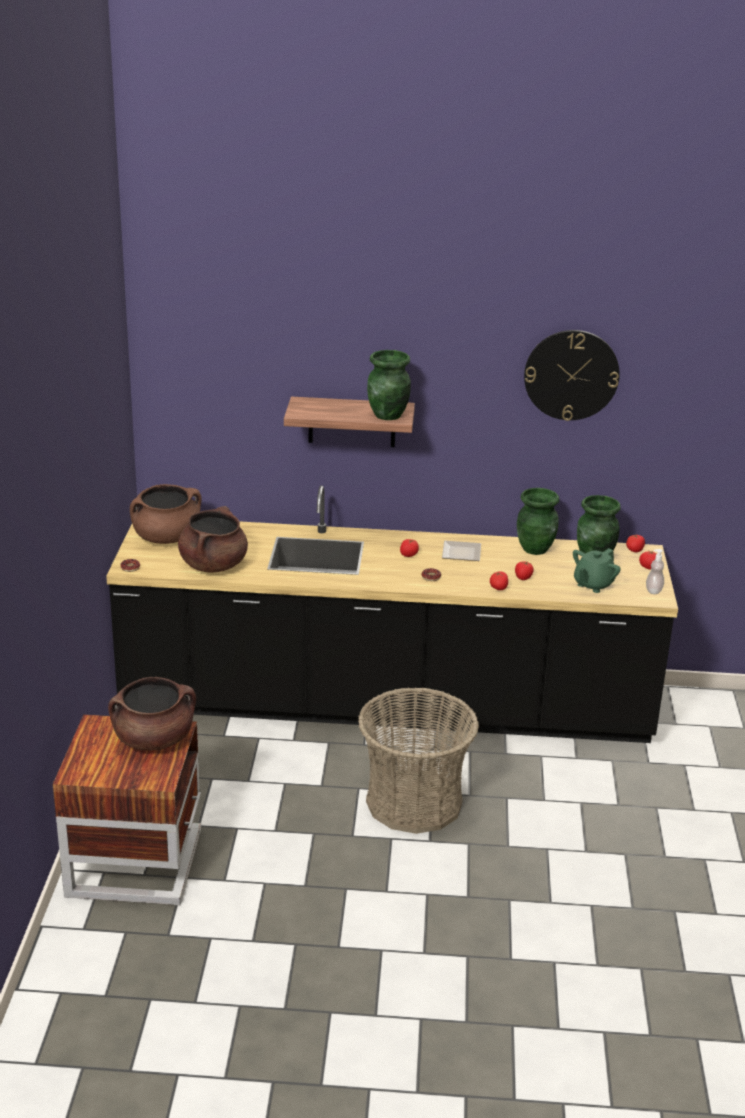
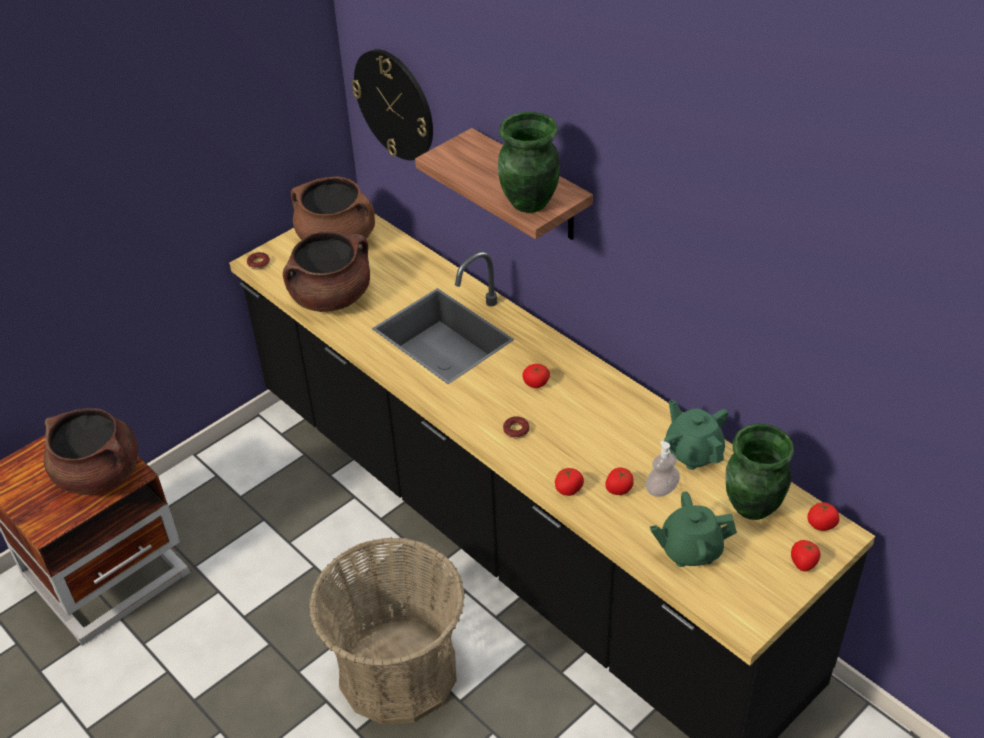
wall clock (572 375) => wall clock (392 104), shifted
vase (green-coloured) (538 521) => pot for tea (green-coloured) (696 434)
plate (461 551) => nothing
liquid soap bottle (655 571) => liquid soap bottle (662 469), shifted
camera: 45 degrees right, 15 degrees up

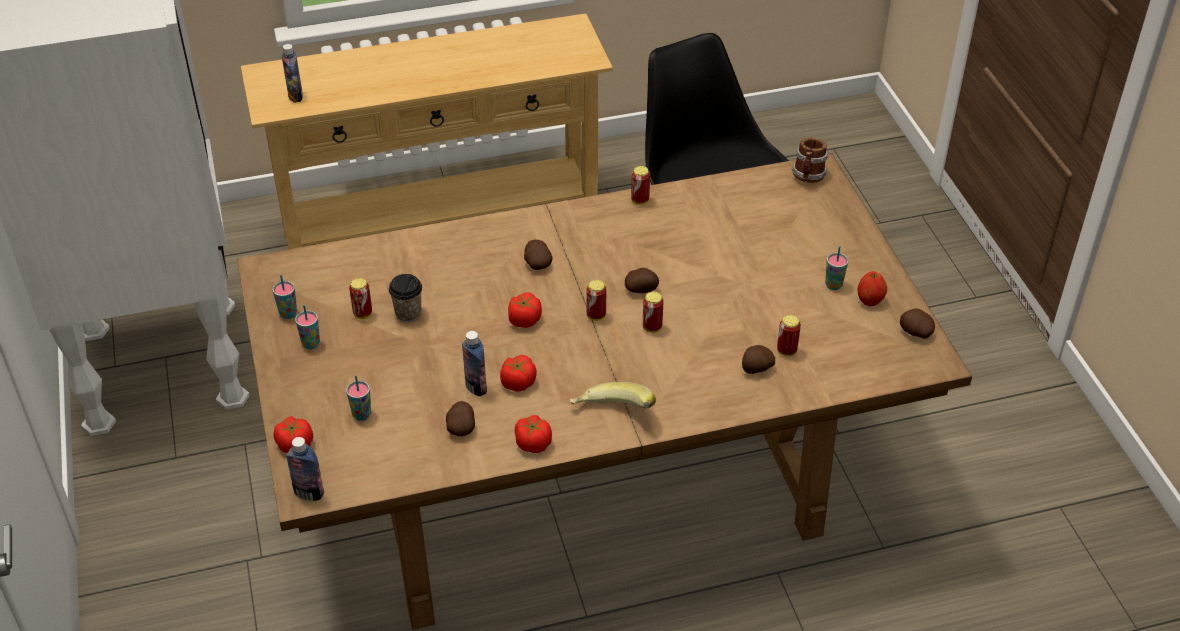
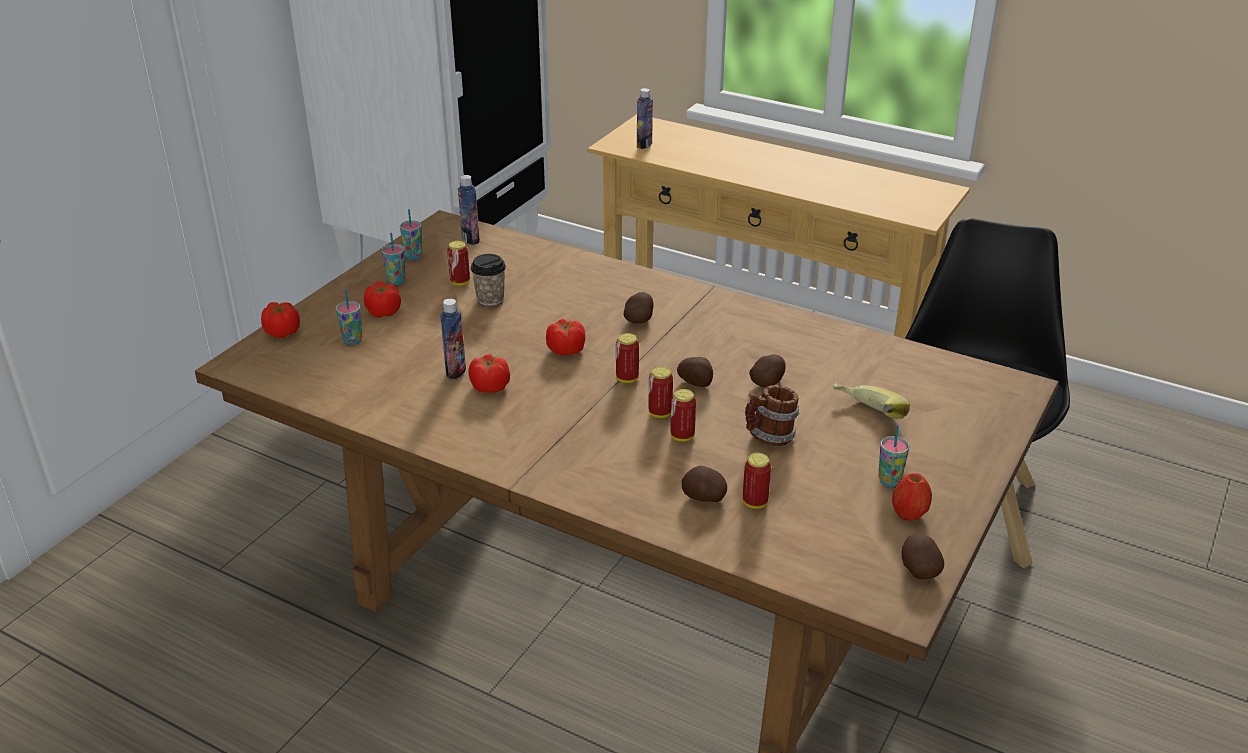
coffee mug (810 160) => coffee mug (772 415), shifted
metal can (640 185) => metal can (683 415), shifted
whole banana (612 395) => whole banana (871 401), shifted
potato (460 418) => potato (767 370), shifted
fresh tomato (533 434) => fresh tomato (382 299), shifted
beverage bottle (305 469) => beverage bottle (469 210), shifted
camera: 45 degrees right, 10 degrees down

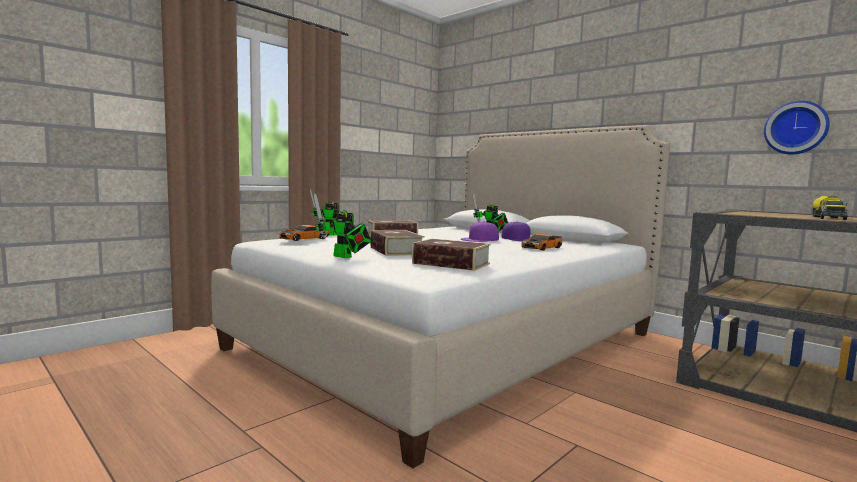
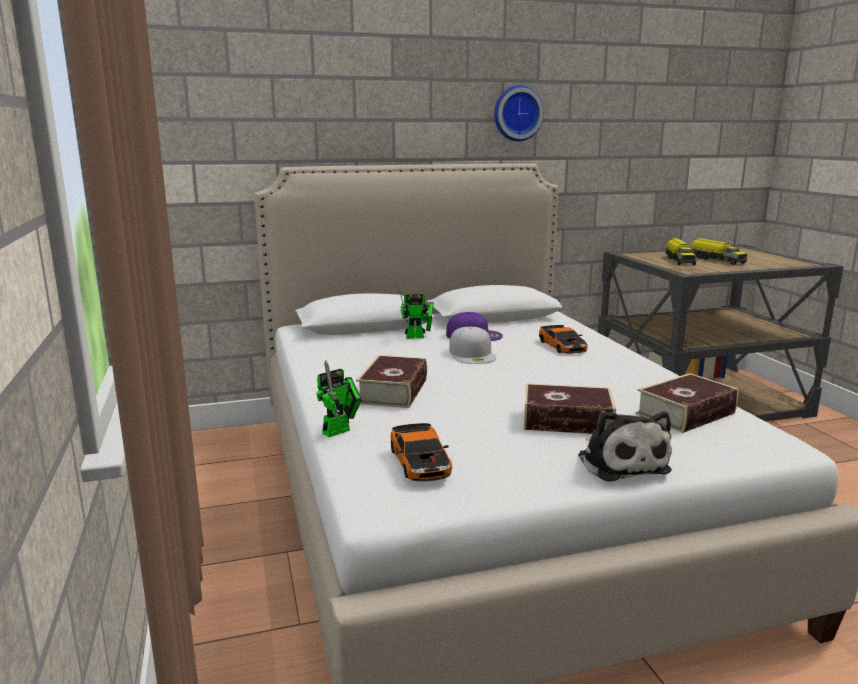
wall clock (797 127) => wall clock (519 113), shifted
model robot (342 225) => soft toy (625 446)
baseball cap (purple) (480 231) => baseball cap (white) (472 345)
nothing => toy truck (681 251)
camera: 60 degrees left, 10 degrees up

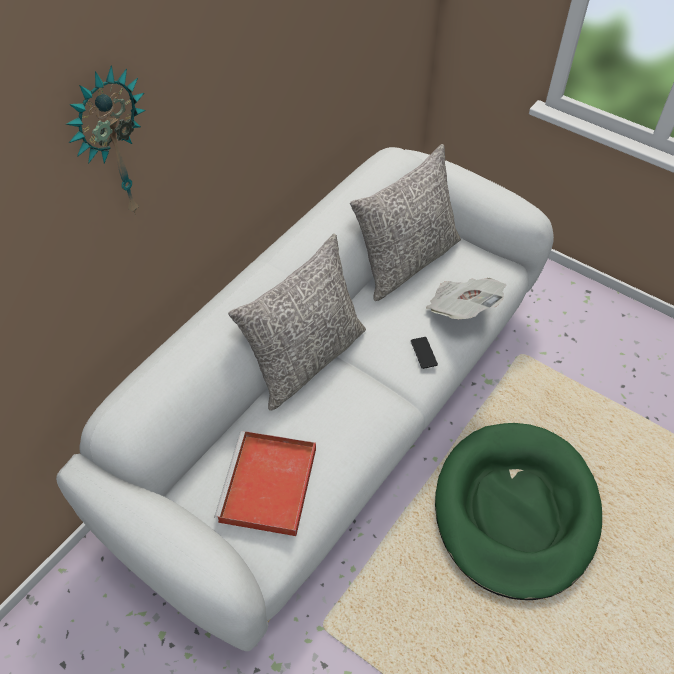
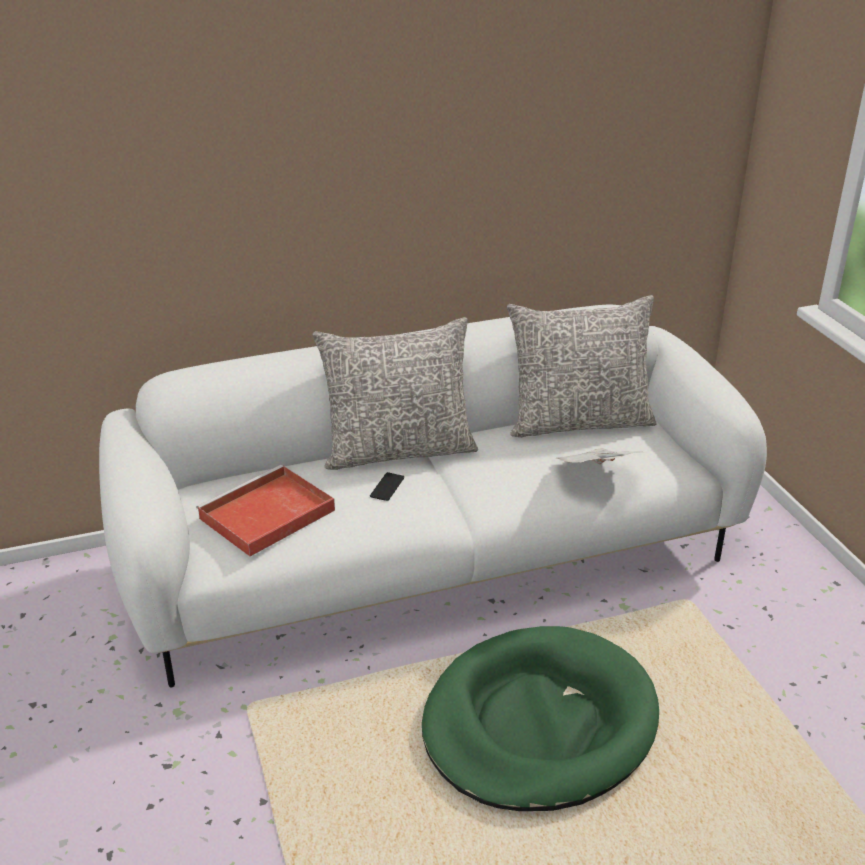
wall clock (106 140) => nothing
telephone (424 353) => telephone (387 486), shifted
camera: 35 degrees right, 20 degrees down

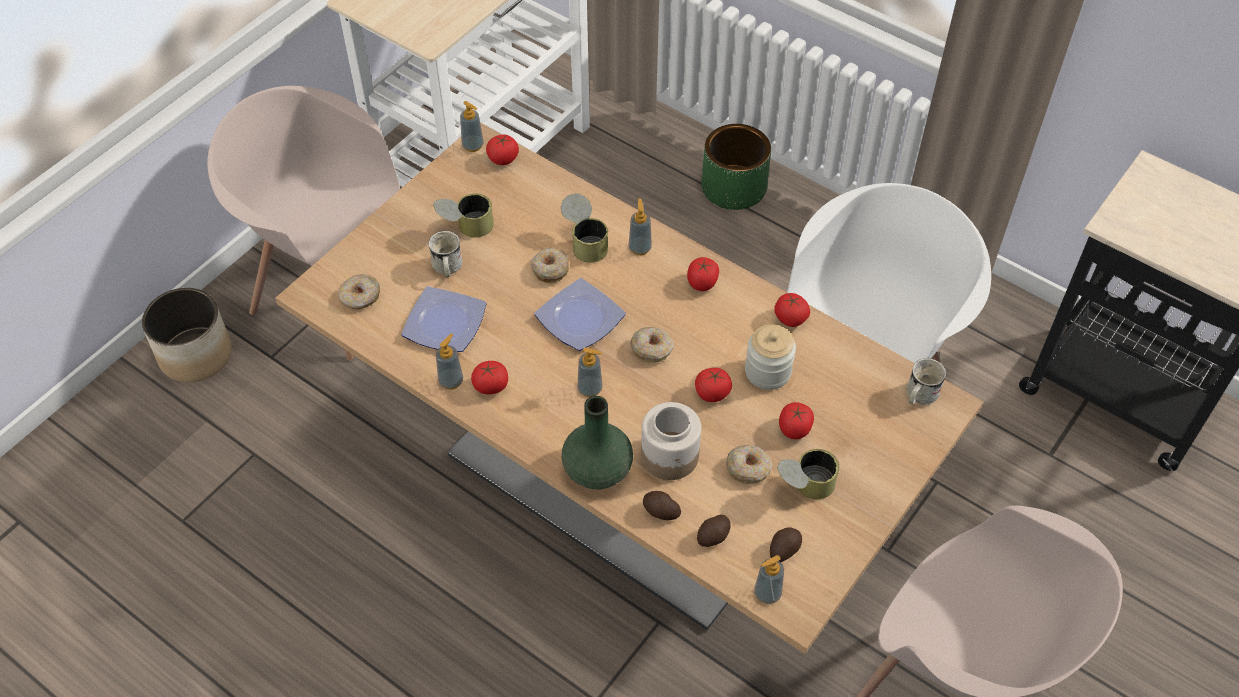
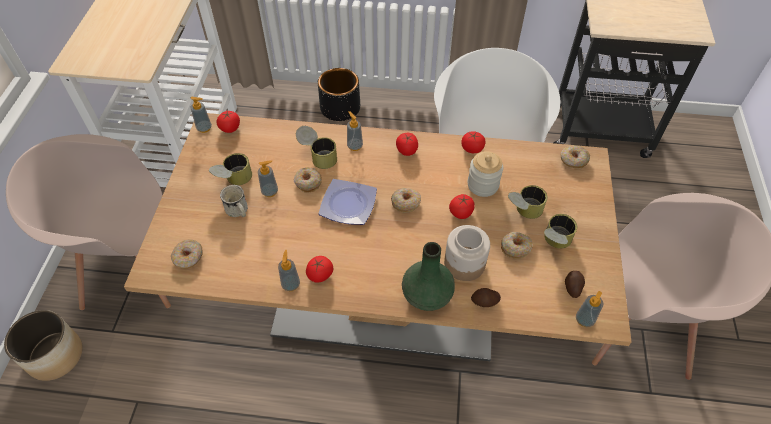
plant pot (green-coloured) (736 167) => plant pot (blackish) (339 94)
plate (444 319) => nothing
liquid soap bottle (589 372) => liquid soap bottle (268 178), shifted
coffee mug (white) (926 381) => ring doughnut (575 156)
fresh tomato (796 420) => metal can (528 202)
potato (714 530) => nothing
camera: 30 degrees left, 0 degrees up

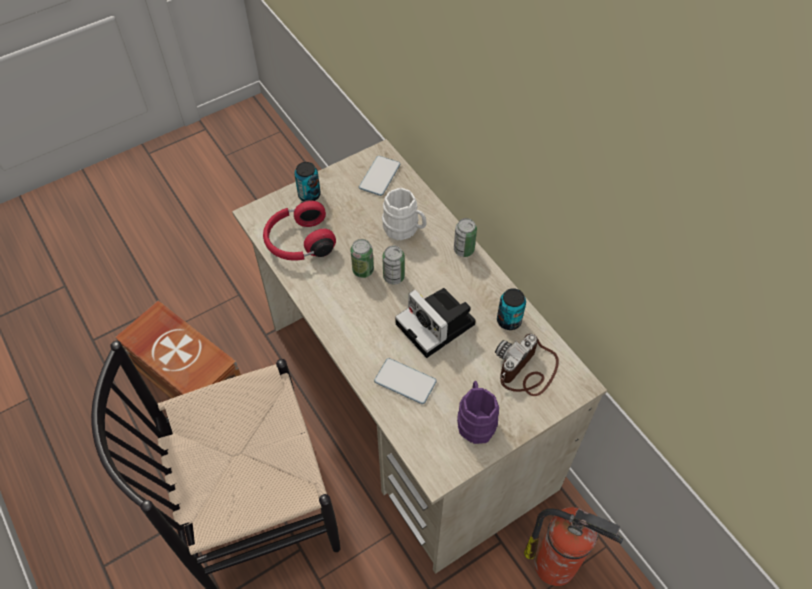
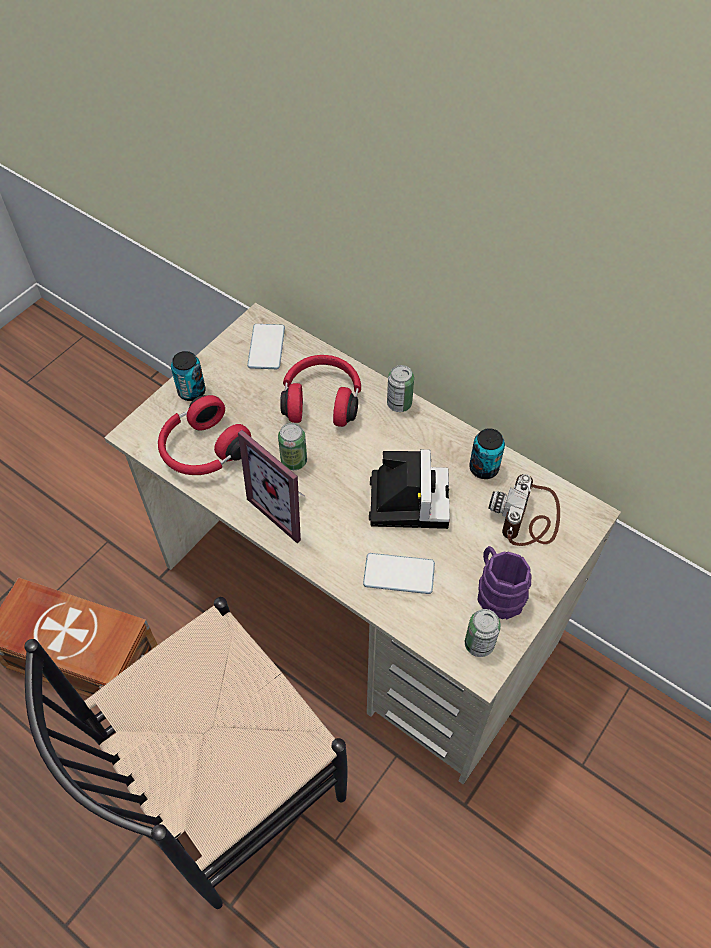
coffee mug (white) (404 214) => headset (reddish) (320 391)
metal can (393 265) => metal can (483 633), shifted
still camera (435 323) => still camera (409 489), 120 degrees counterclockwise
extinguisher (573 546) => nothing
nothing => photo frame (272 486)
camera: 20 degrees left, 0 degrees up

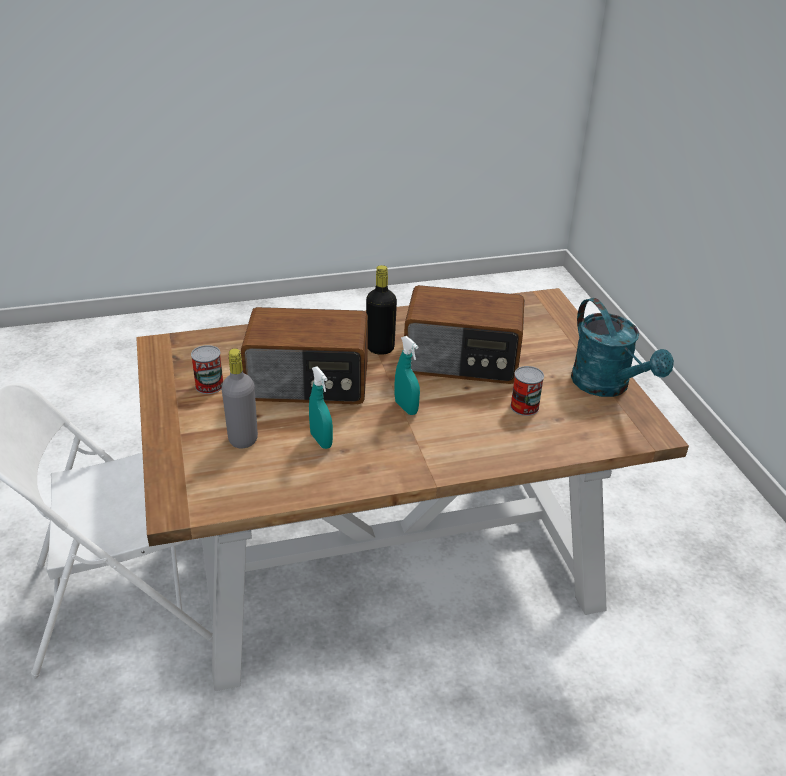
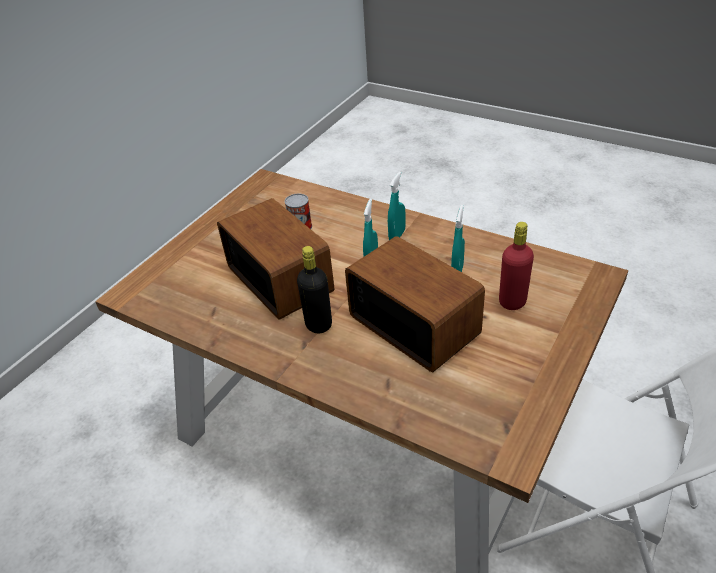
watering pot (turquoise) (622 347) => nothing
metal can (207 369) => nothing
beverage bottle (grey) (240 398) => beverage bottle (reddish) (516 266)
nothing => spray bottle (turquoise) (397 206)
camera: 130 degrees left, 5 degrees up

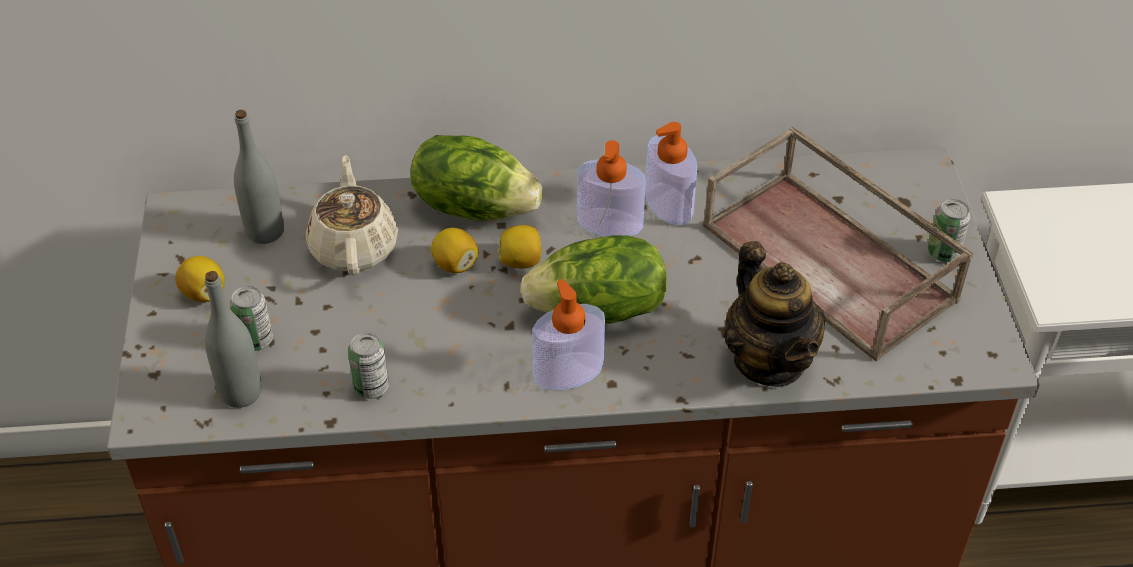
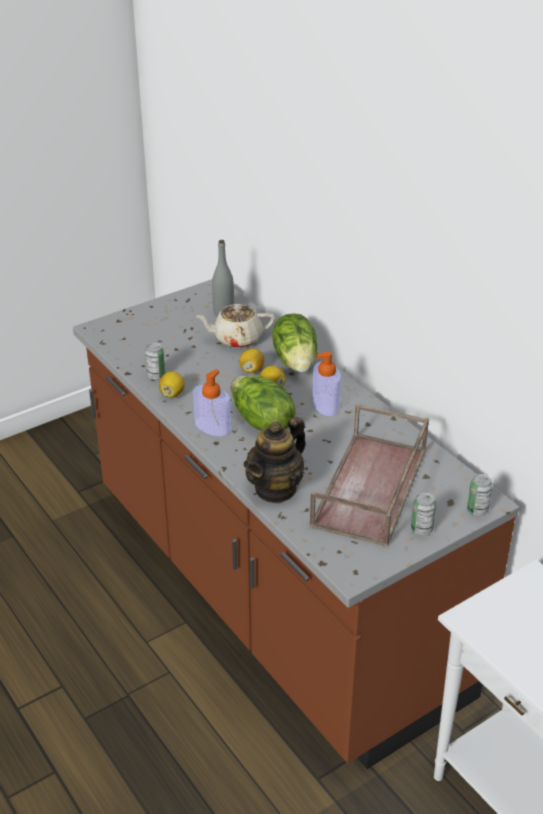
liquid soap bottle (671 173) => nothing
pot for tea (beige-coloured) (352 215) => pot for tea (beige-coloured) (235 326), 150 degrees counterclockwise
citrus fruit (200 279) => citrus fruit (172 384), shifted
beverage bottle (grey) (233 339) => nothing
metal can (251 318) => metal can (480 495), shifted
camera: 60 degrees right, 10 degrees down

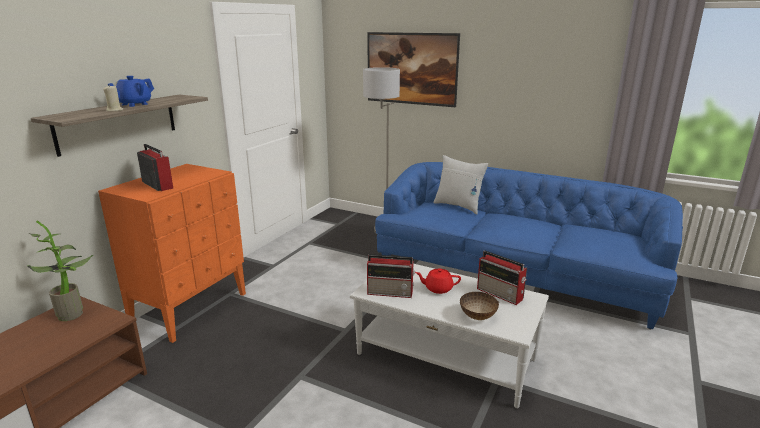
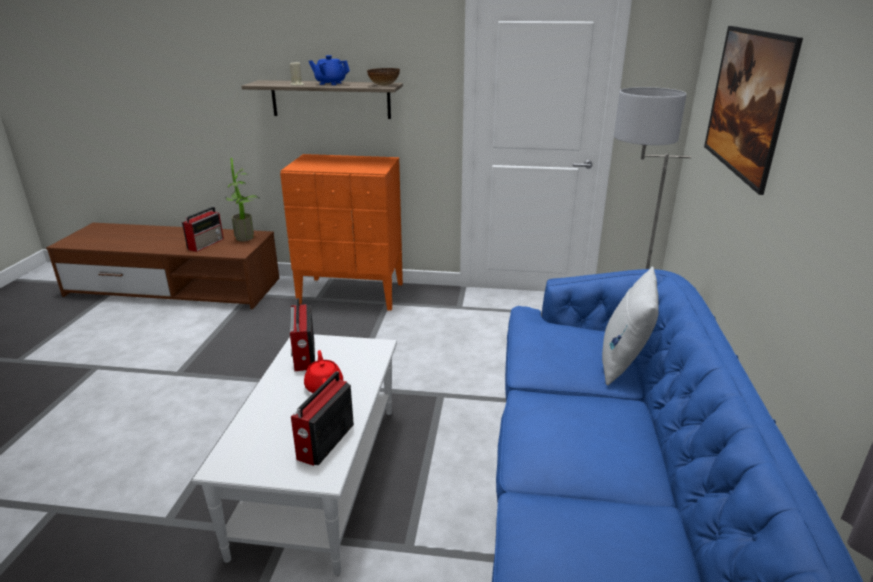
radio (155 167) => radio (203 229), shifted
deep dish (479 306) => deep dish (383 77), shifted
camera: 70 degrees right, 5 degrees up

